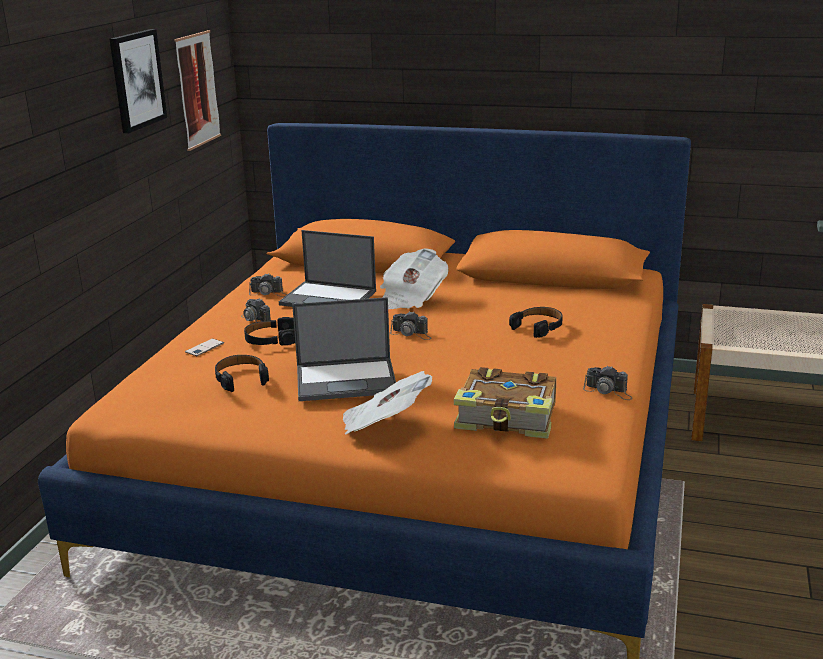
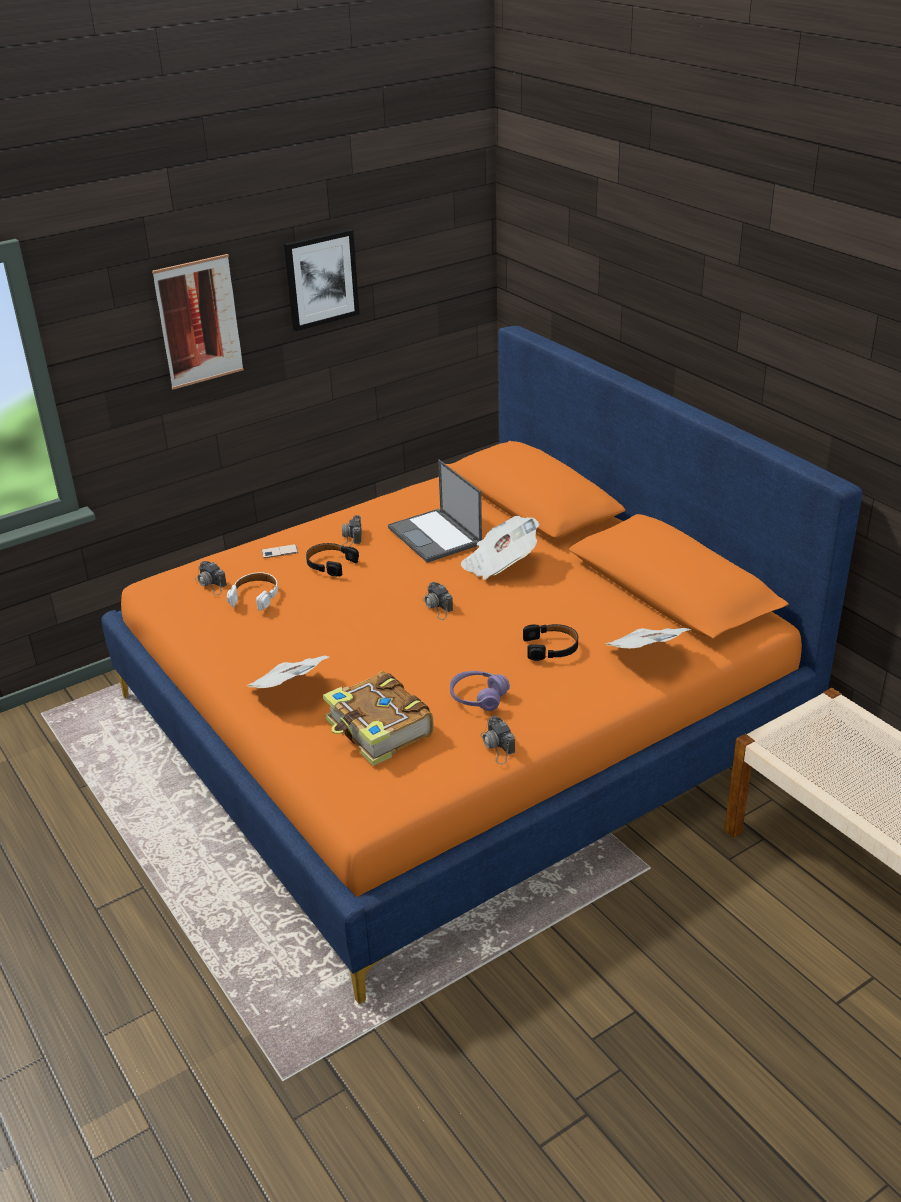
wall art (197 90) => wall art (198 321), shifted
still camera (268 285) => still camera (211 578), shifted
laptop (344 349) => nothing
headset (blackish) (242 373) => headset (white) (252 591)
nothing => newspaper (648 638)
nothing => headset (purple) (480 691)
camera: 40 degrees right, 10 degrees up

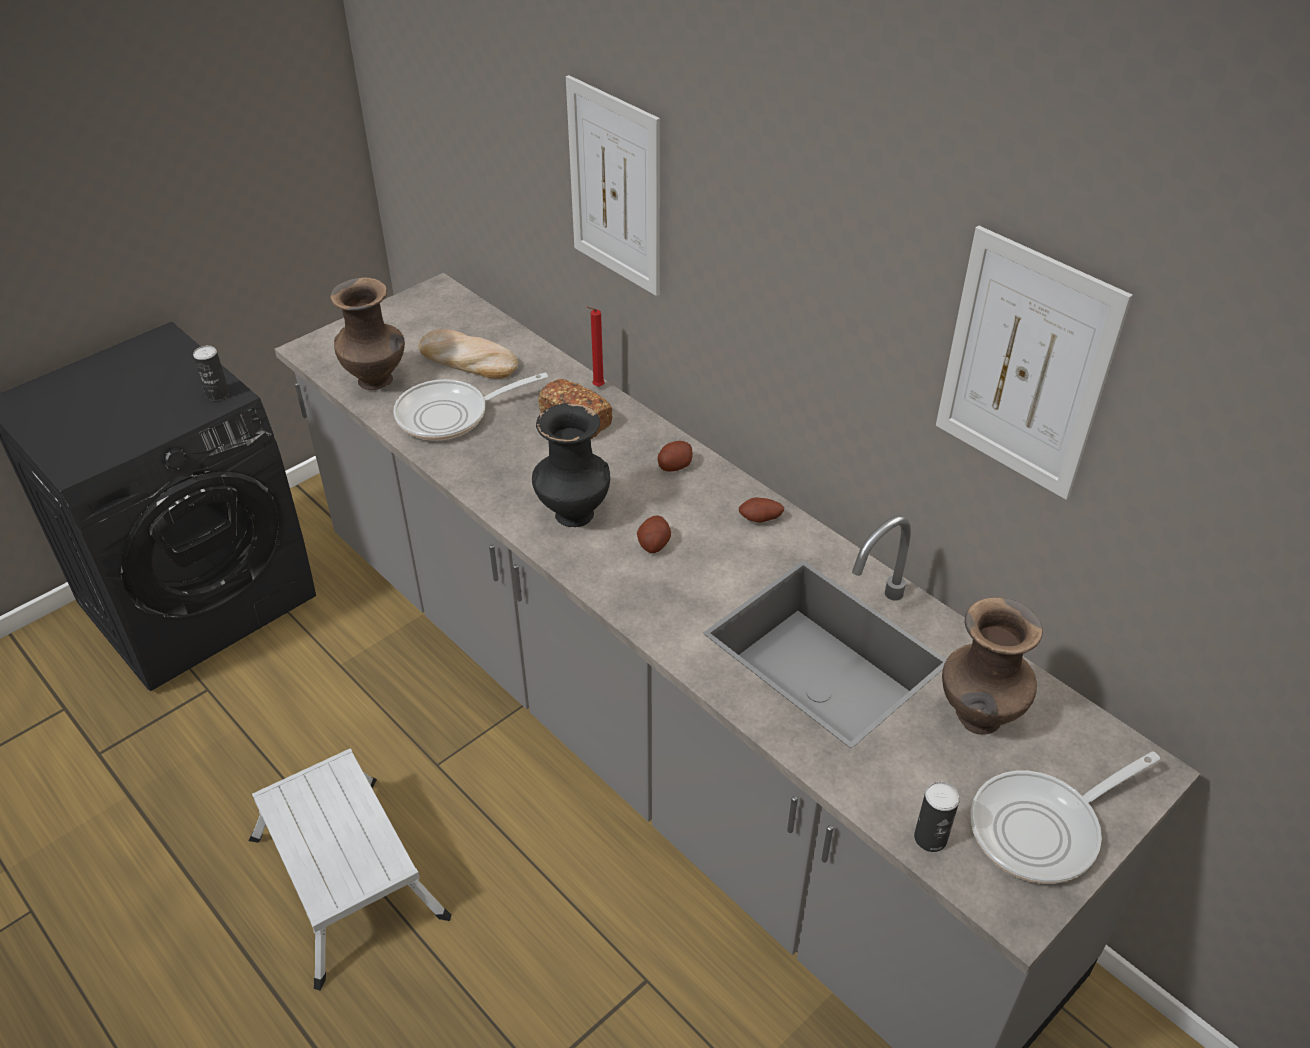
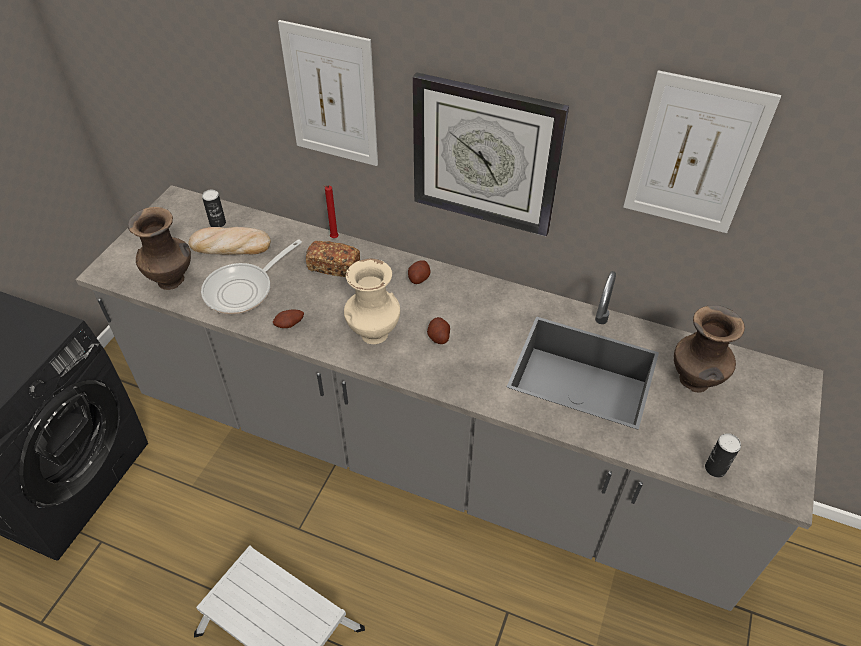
metal can (211 372) => metal can (214 208), shifted
vase (blackish) (571 465) => vase (beige-coloured) (372 301)
potato (761 509) => potato (288 318), shifted
frying pan (1065 817) => nothing
nothing => wall clock (491 154)
camera: 25 degrees left, 5 degrees up

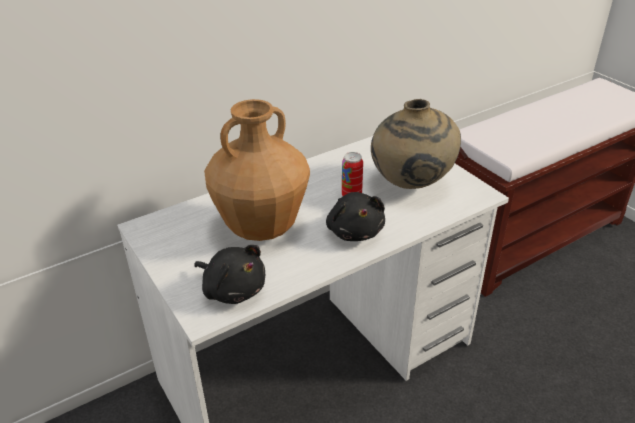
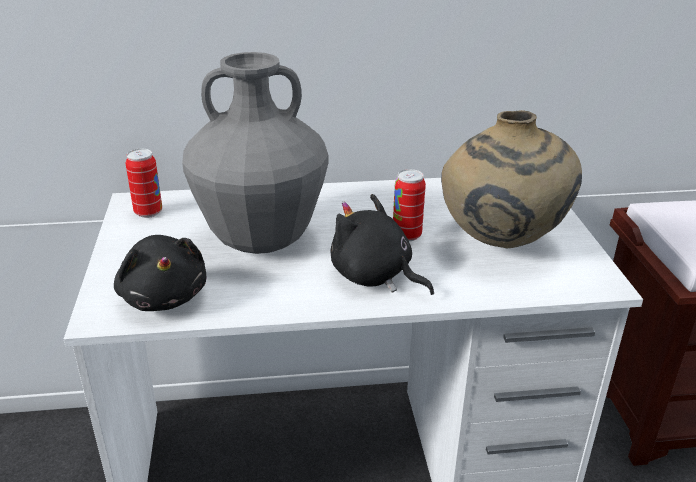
vase (brown) (257 170) => vase (grey) (255 153)
soft toy (blackish) (355 216) => soft toy (blackish) (382 244), 120 degrees clockwise
nothing => metal can (143 183)
camera: 25 degrees right, 5 degrees down

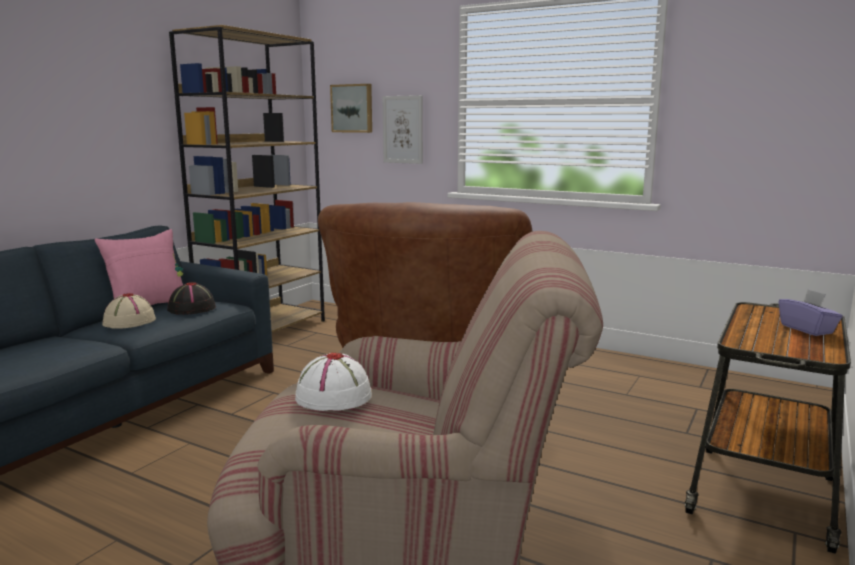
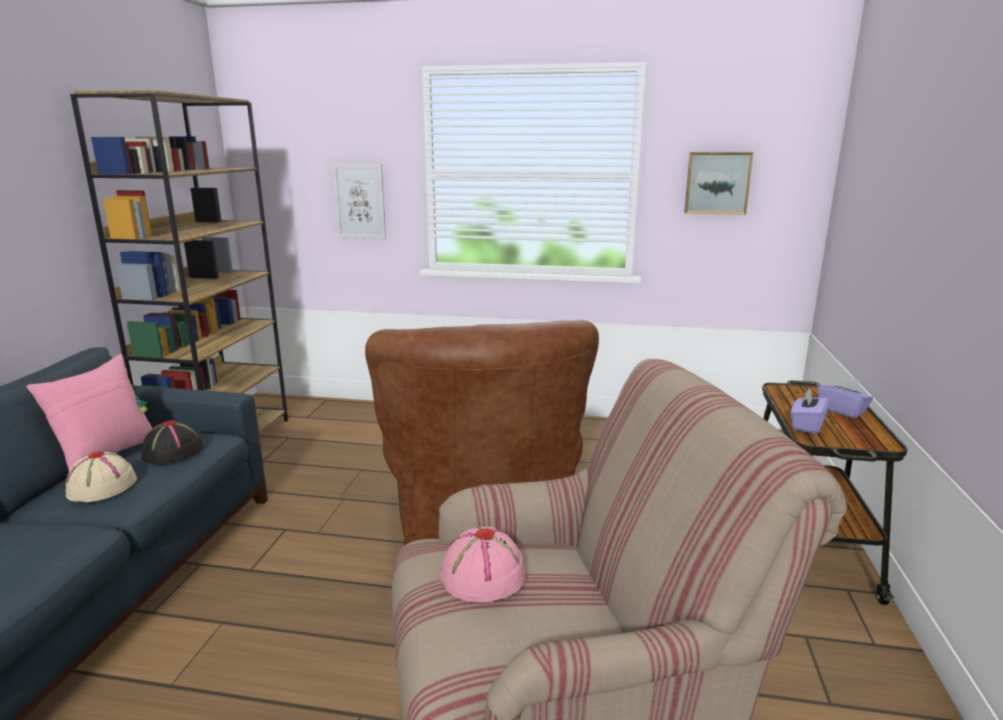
wall art (351 108) => wall art (718 183), shifted
clothing hat (white) (333 382) => clothing hat (pink) (482 564)
nothing => box of tissues (purple) (810 411)
camera: 20 degrees left, 5 degrees up

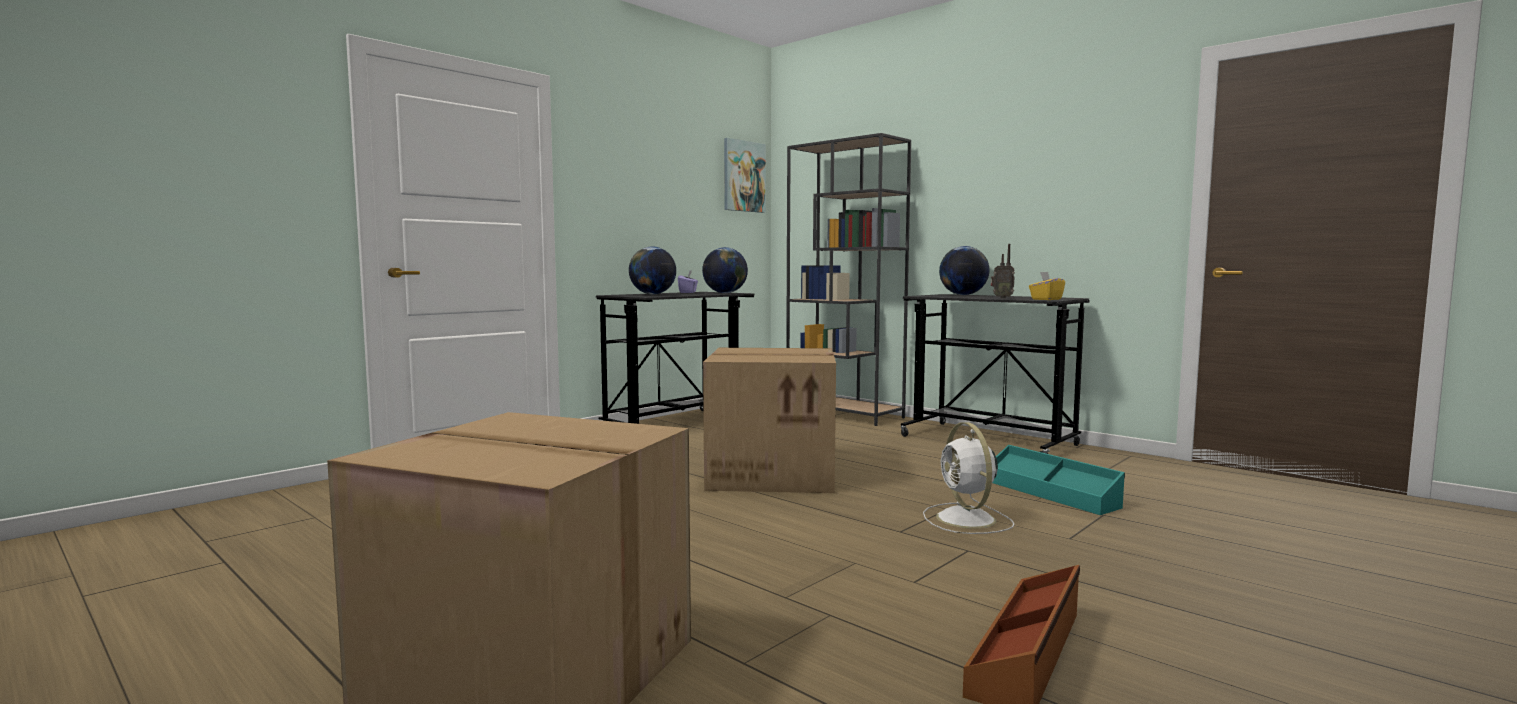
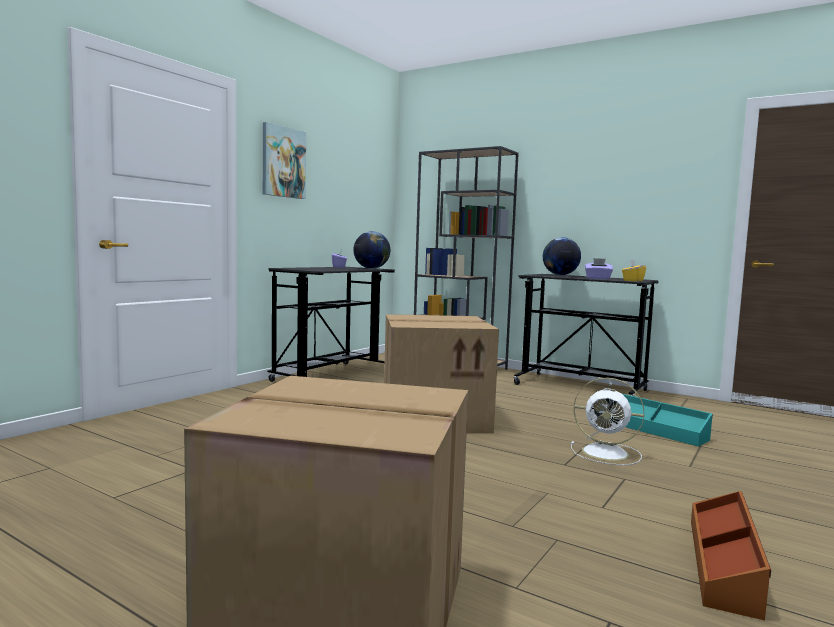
wall art (745 175) => wall art (284 160), shifted
radio (1003 271) => box of tissues (purple) (599 268)
desk globe (652 270) => nothing
fan (white) (968 478) => fan (white) (607 421), 45 degrees counterclockwise
camera: 10 degrees left, 0 degrees up

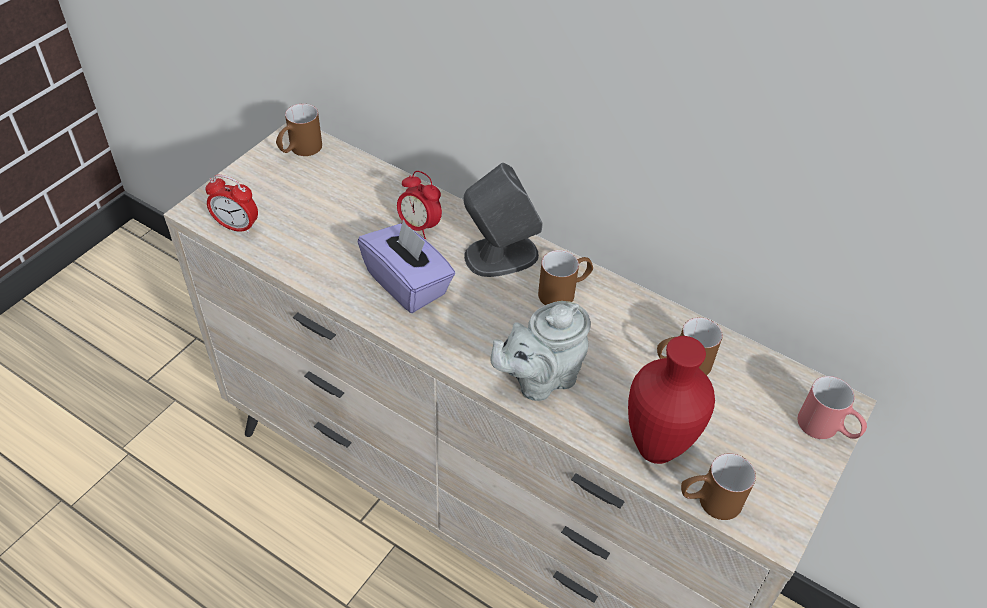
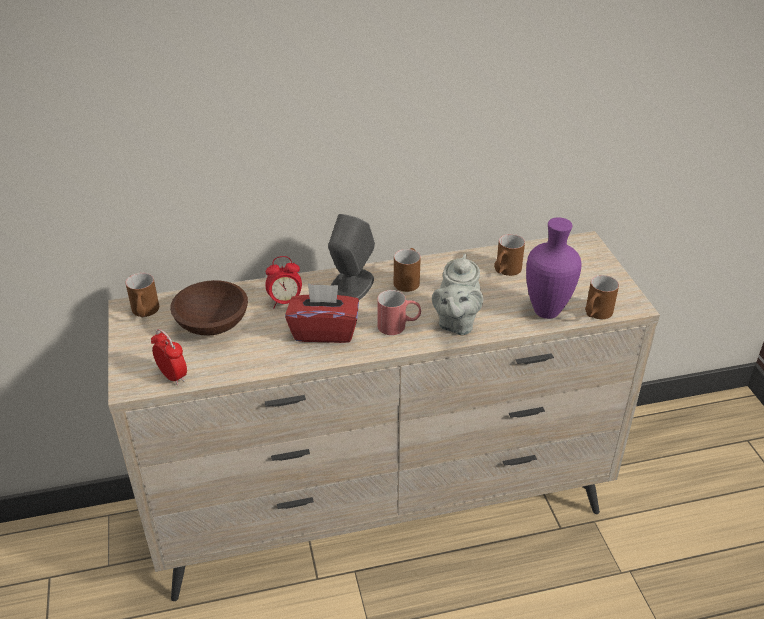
table clock (231 204) => table clock (169 357), 105 degrees counterclockwise
box of tissues (purple) (407 266) => box of tissues (reddish) (322 313)
vase (reddish) (671 400) => vase (purple) (554 268)
coffee mug (reddish) (832 407) => coffee mug (reddish) (399 312), shifted
nothing => deep dish (brown) (209 308)
camera: 45 degrees left, 10 degrees down

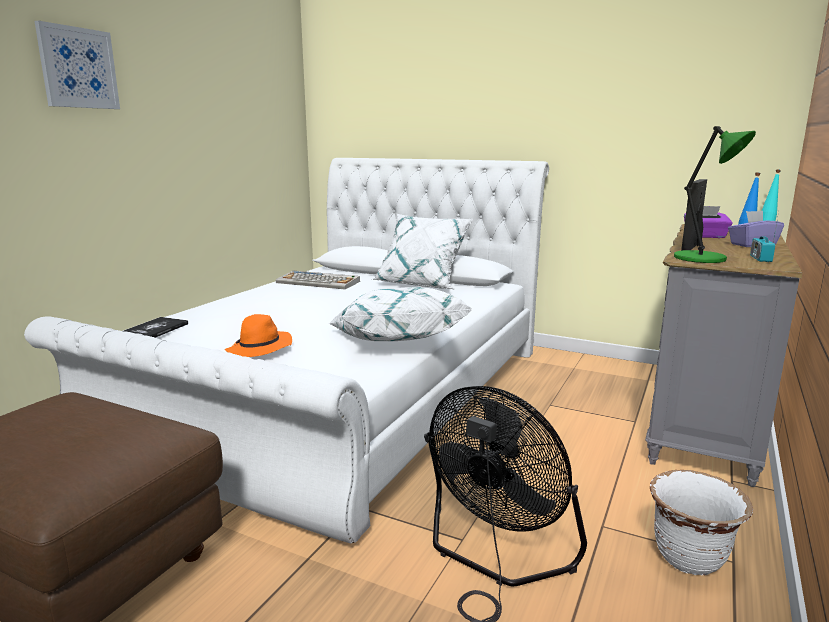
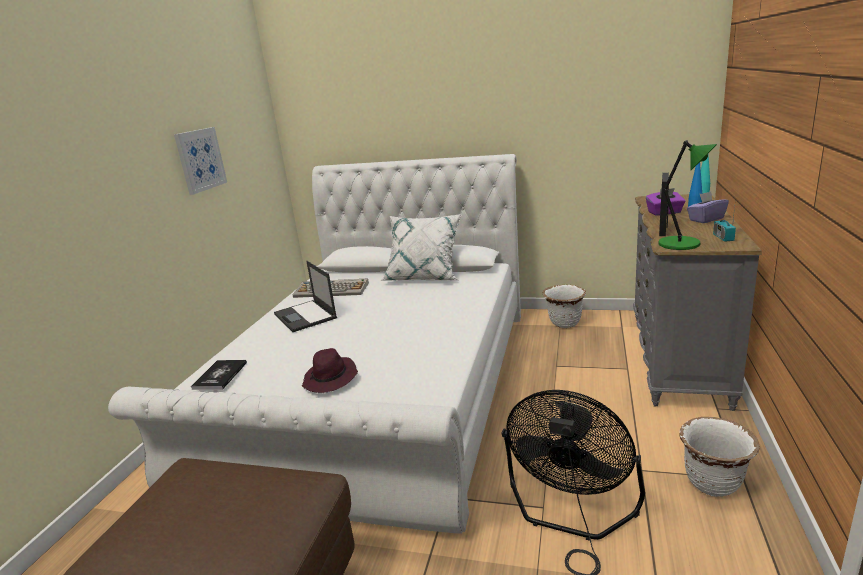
wall art (77 65) => wall art (200 161), shifted
pillow (white) (401 314) => nothing
clothing hat (orange) (258 335) => clothing hat (purple) (330 370)
nothing => laptop (305 296)
nothing => plant pot (white) (564 306)
camera: 10 degrees left, 5 degrees up

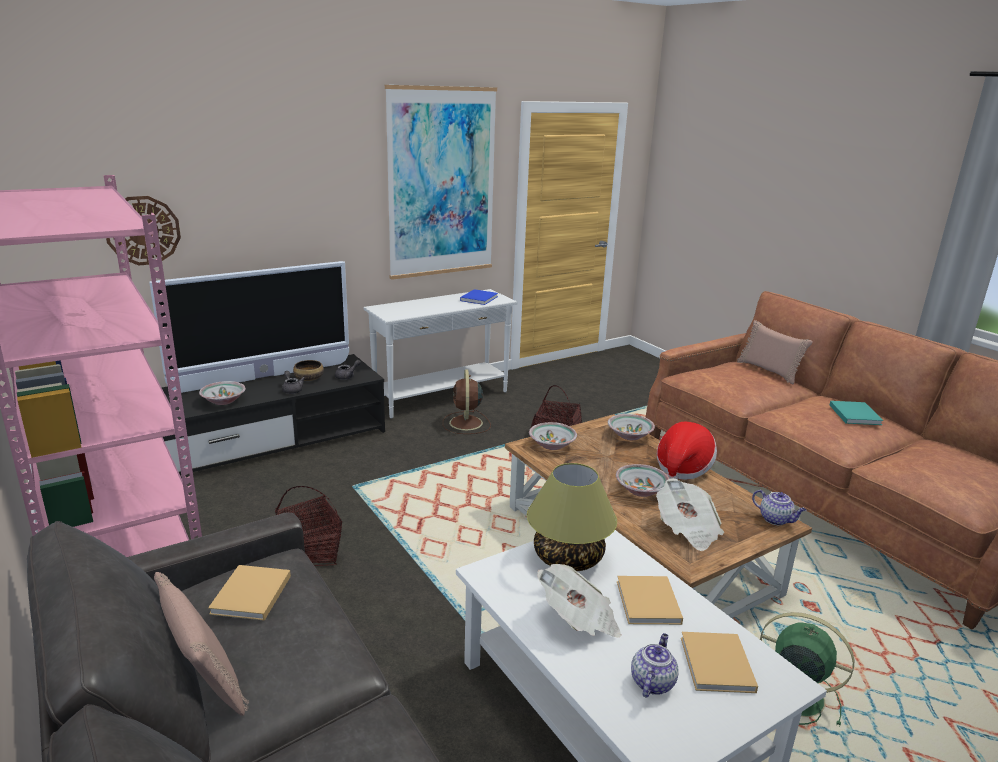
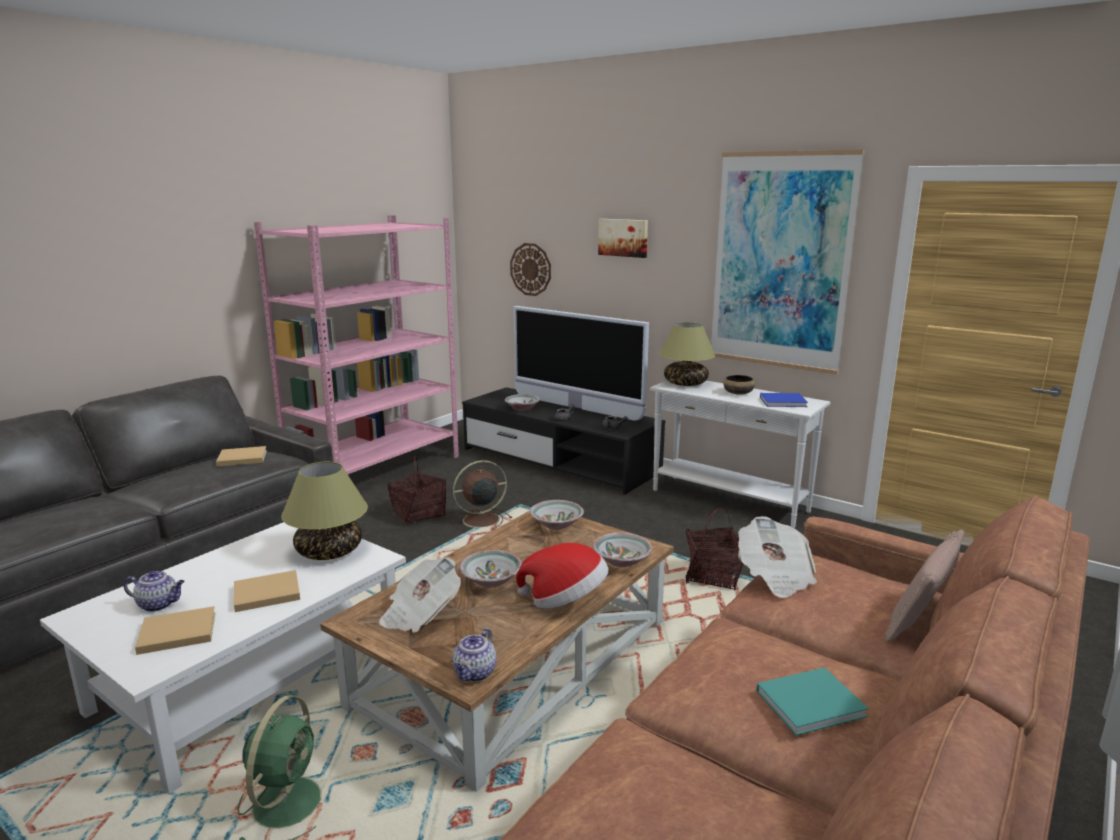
deep dish (308 370) => deep dish (739 385), shifted
fan (brown) (467 402) => fan (brown) (482 496), shifted
newspaper (579 601) => newspaper (777 557), shifted
pillow (beige-coloured) (201 644) => nothing
nothing => wall art (623 238)
nothing => tabletop lamp (687 354)
camera: 70 degrees right, 5 degrees down

